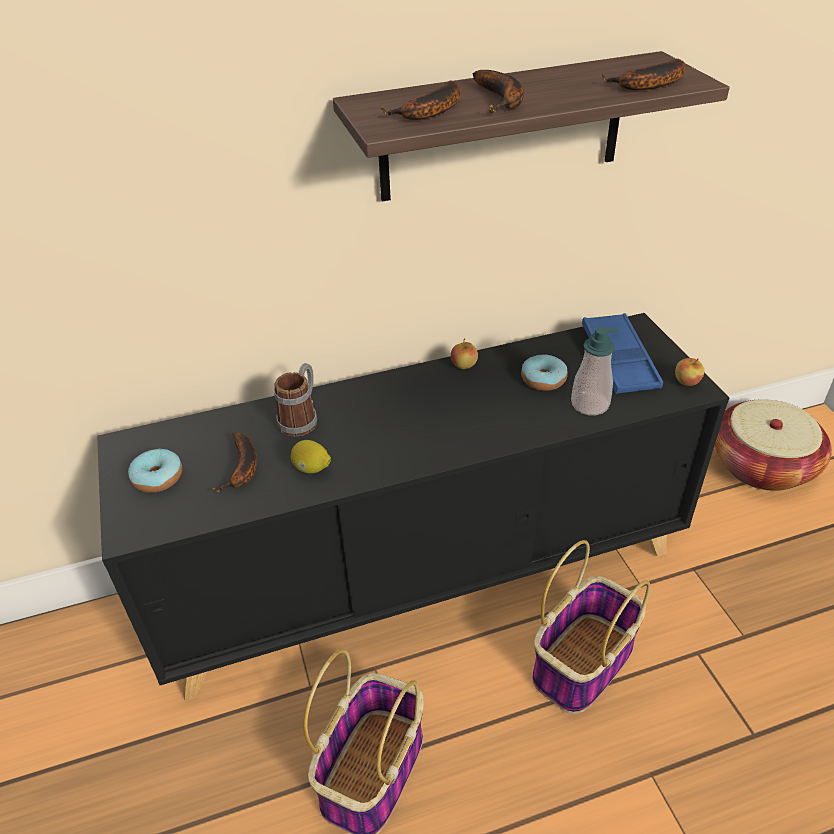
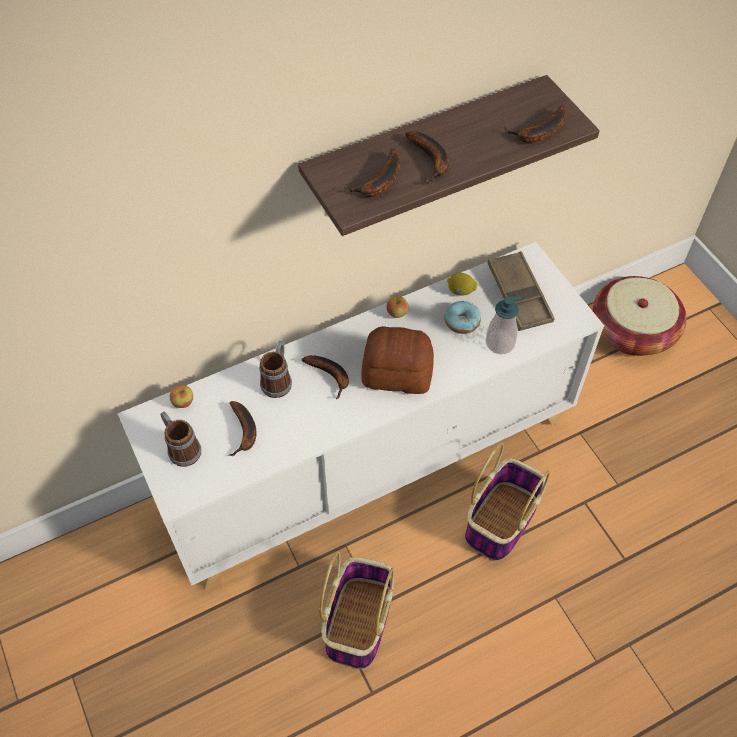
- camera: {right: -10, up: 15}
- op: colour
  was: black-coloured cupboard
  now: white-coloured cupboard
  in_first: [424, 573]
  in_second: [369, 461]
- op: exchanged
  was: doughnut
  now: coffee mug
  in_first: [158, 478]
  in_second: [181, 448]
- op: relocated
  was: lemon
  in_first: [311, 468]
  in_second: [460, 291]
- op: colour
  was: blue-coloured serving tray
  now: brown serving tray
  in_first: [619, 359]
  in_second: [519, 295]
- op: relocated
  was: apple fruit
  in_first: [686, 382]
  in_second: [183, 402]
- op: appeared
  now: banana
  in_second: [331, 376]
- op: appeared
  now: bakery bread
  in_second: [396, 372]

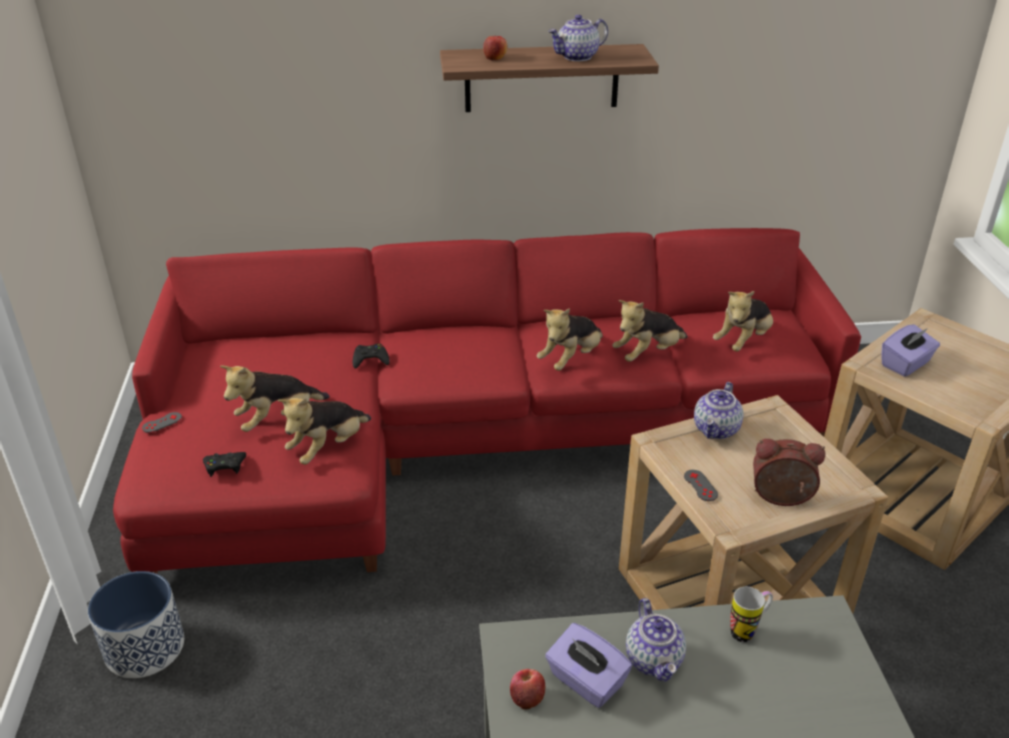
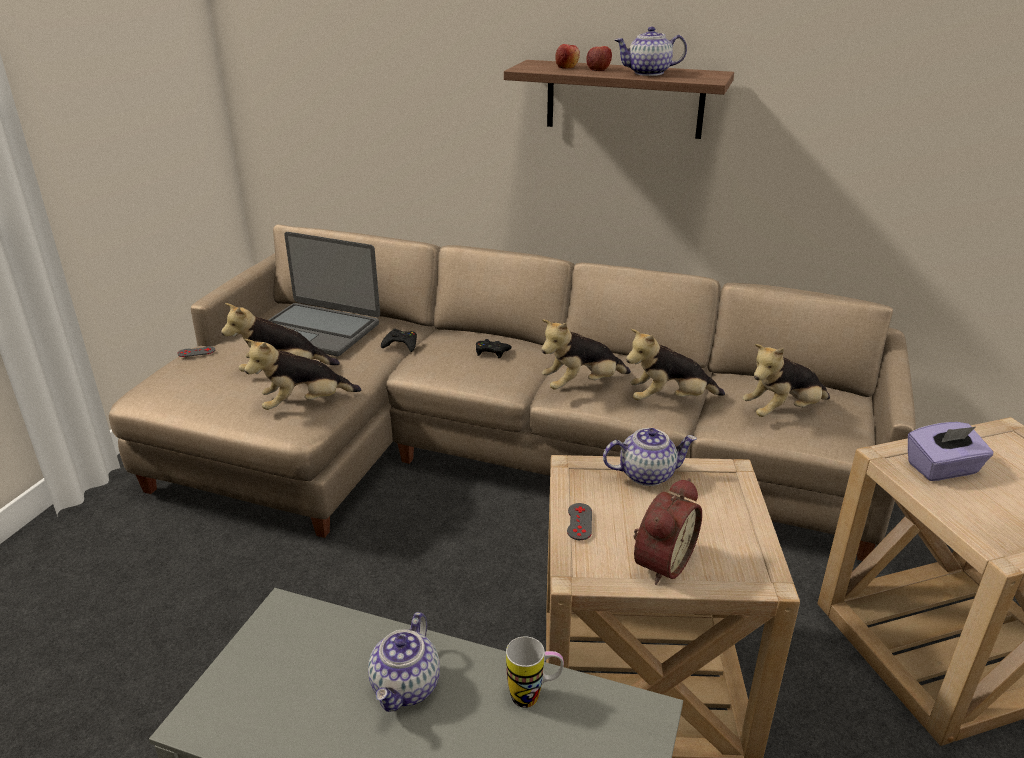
- camera: {right: 25, up: -5}
- op: missing
  was: planter
  in_first: [145, 648]
- op: colour
  was: red couch
  now: sand-coloured couch
  in_first: [462, 439]
  in_second: [487, 448]
- op: relocated
  was: black-coloured game controller
  in_first: [225, 466]
  in_second: [491, 352]
- op: relocated
  was: apple fruit
  in_first: [527, 697]
  in_second: [598, 69]
- op: missing
  was: purplish box of tissues
  in_first: [586, 681]
- op: spun
  was: pot for tea
  in_first: [716, 430]
  in_second: [647, 474]
  clockwise: -150
- op: spun
  was: bedside clock
  in_first: [781, 499]
  in_second: [660, 562]
  clockwise: 90
- op: appeared
  now: laptop
  in_second: [317, 330]

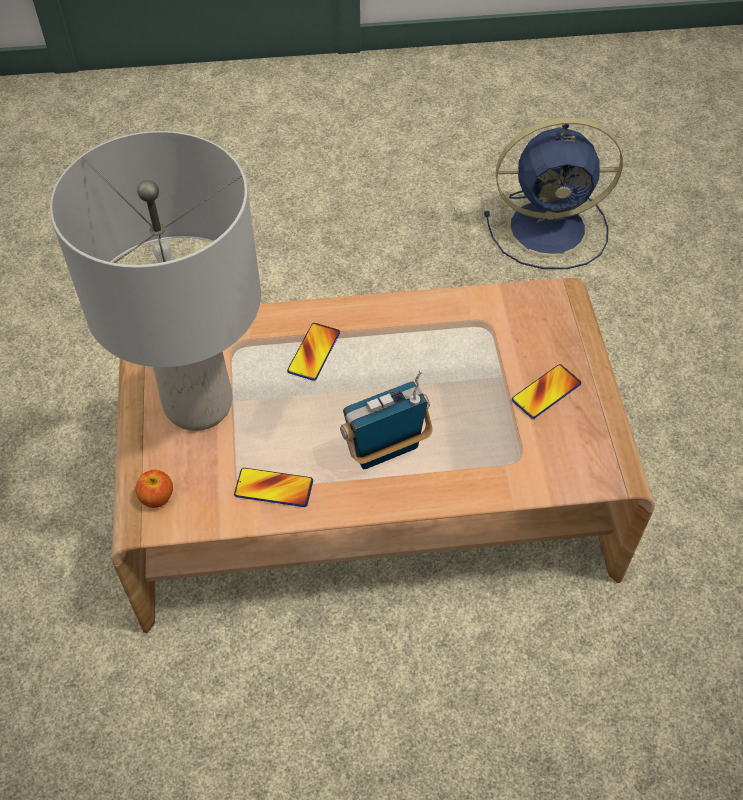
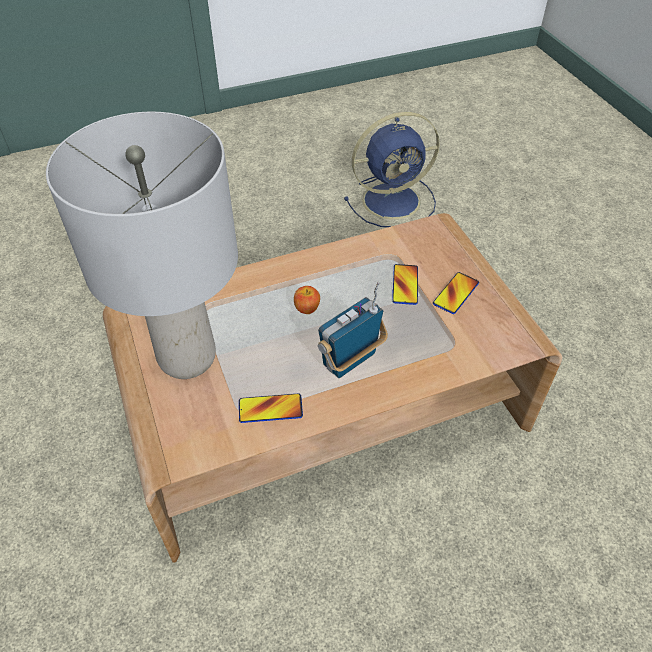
- camera: {right: -15, up: -5}
- op: relocated
  was: apple fruit
  in_first: [157, 497]
  in_second: [307, 308]
- op: relocated
  was: telephone
  in_first: [314, 352]
  in_second: [405, 285]

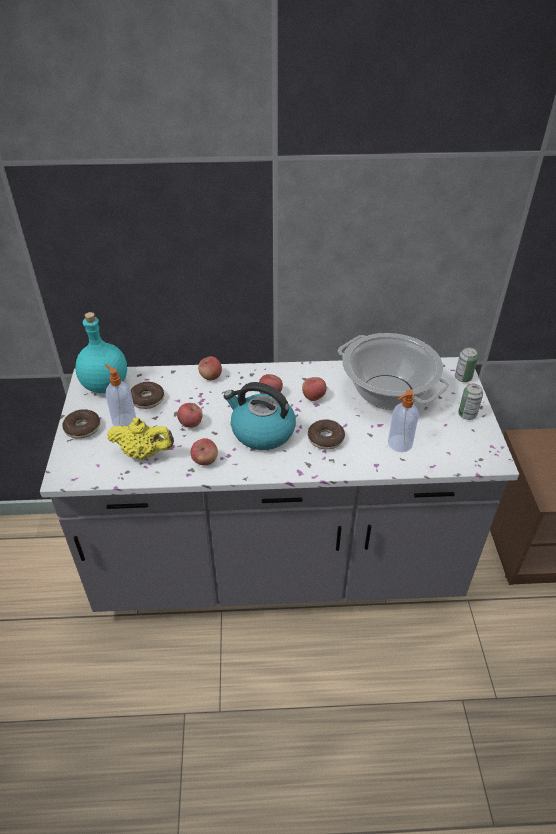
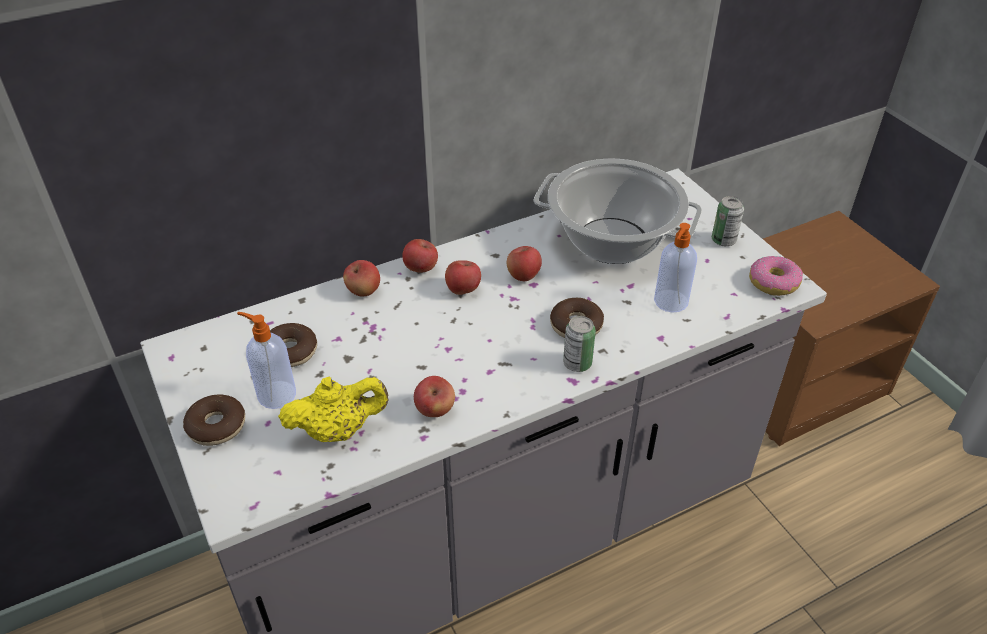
- camera: {right: -25, up: 0}
- op: missing
  was: turquoise-coloured drink bottle
  in_first: [106, 386]
- op: relocated
  was: apple fruit
  in_first: [191, 424]
  in_second: [420, 268]
- op: missing
  was: kettle
  in_first: [261, 431]
- op: relocated
  was: sealed can
  in_first: [463, 378]
  in_second: [577, 363]
- op: appeared
  now: doughnut
  in_second: [773, 282]

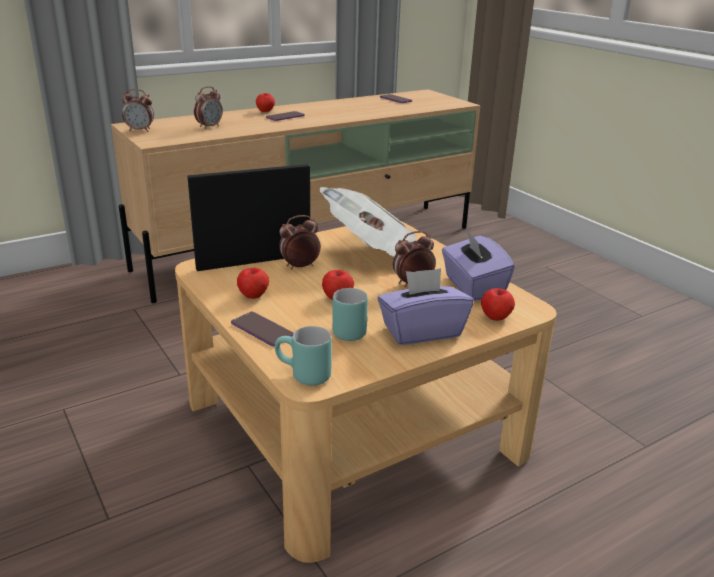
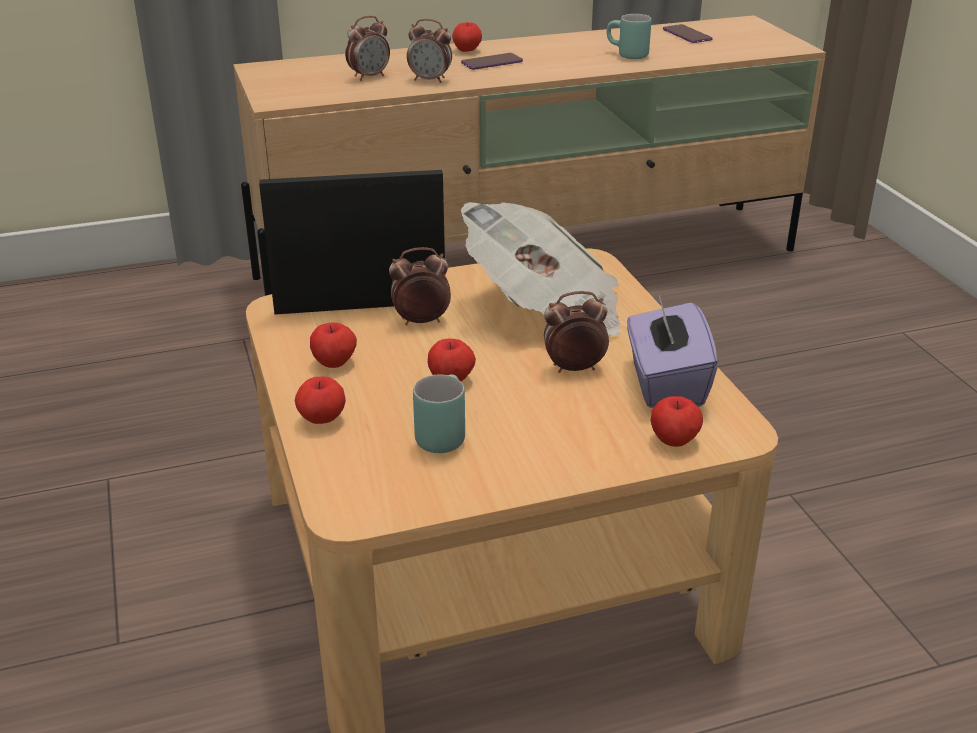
- camera: {right: 15, up: 5}
- op: relocated
  was: bedside clock
  in_first: [140, 130]
  in_second: [430, 80]
- op: exchanged
  was: telephone
  now: apple fruit
  in_first: [262, 330]
  in_second: [321, 419]
- op: relocated
  was: turquoise-coloured coffee mug
  in_first: [302, 376]
  in_second: [626, 55]
- op: missing
  was: purplish box of tissues
  in_first: [421, 331]

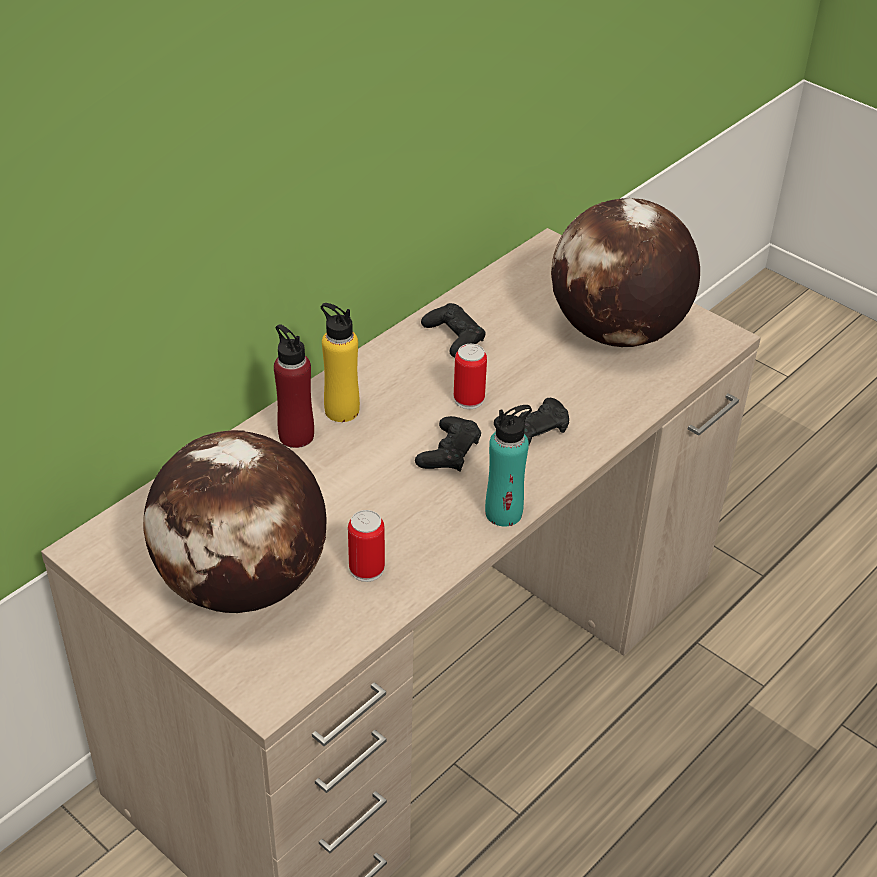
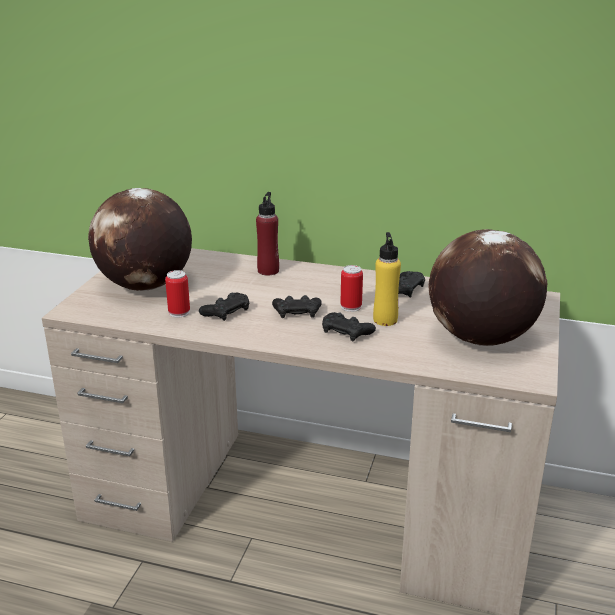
- camera: {right: 65, up: -15}
- op: relocated
  was: yellow drink bottle
  in_first: [341, 410]
  in_second: [385, 320]
- op: missing
  was: turquoise-coloured drink bottle
  in_first: [504, 513]
- op: appeared
  now: black-coloured game controller
  in_second: [226, 312]

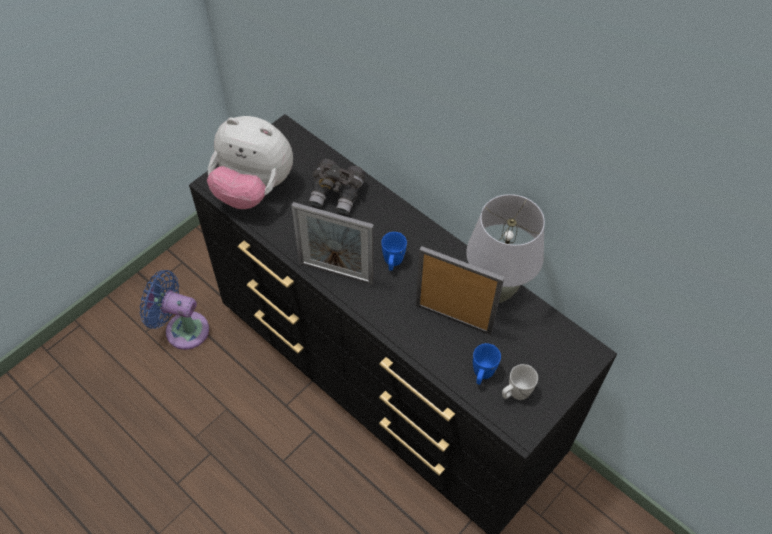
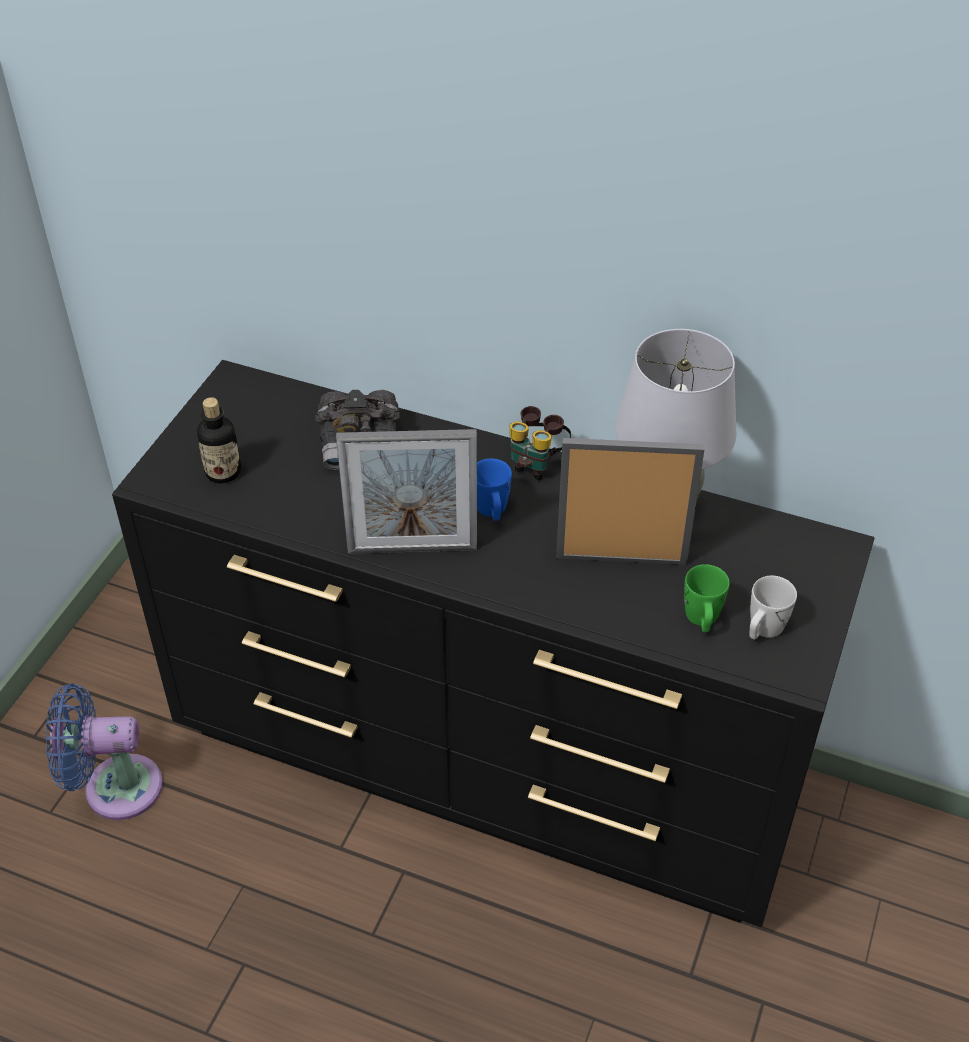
- camera: {right: -20, up: -10}
- op: exchanged
  was: cuddly toy
  now: drink bottle
  in_first: [253, 189]
  in_second: [223, 472]
- op: colour
  was: blue-coloured coffee mug
  now: green coffee mug
  in_first: [482, 374]
  in_second: [702, 620]
- op: appeared
  now: field glasses
  in_second: [536, 464]

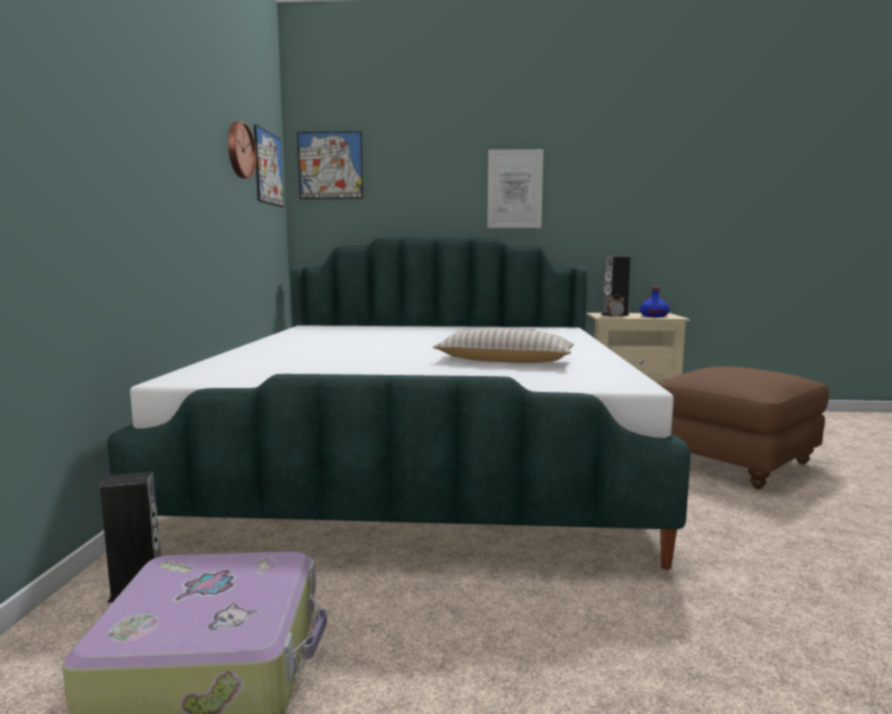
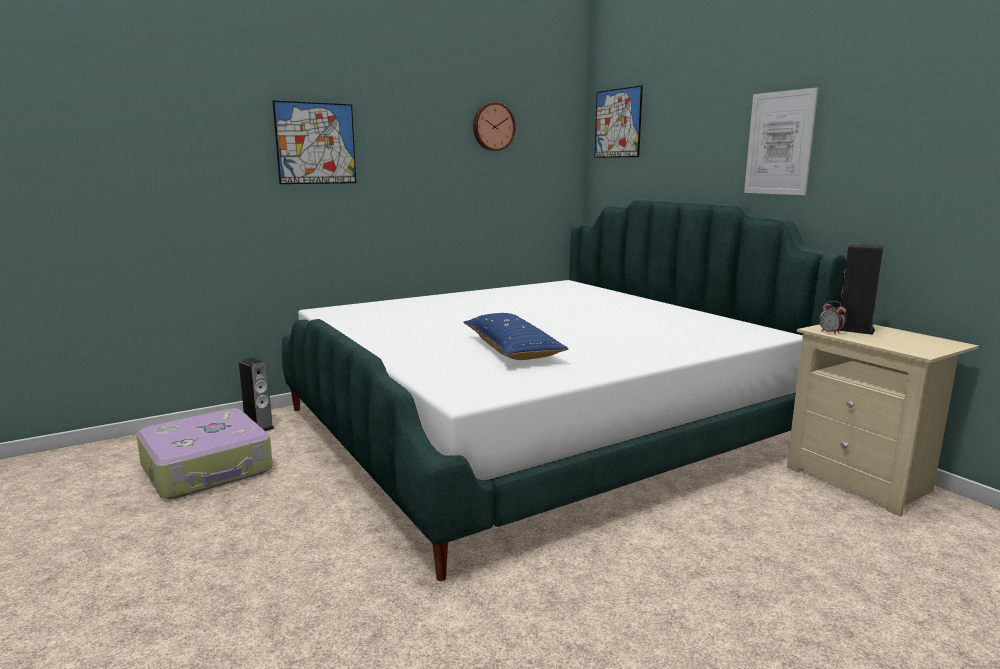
- camera: {right: 55, up: 5}
- op: relocated
  was: wall art
  in_first: [268, 168]
  in_second: [316, 143]
- op: colour
  was: sand-coloured throw pillow
  now: blue-coloured throw pillow
  in_first: [504, 361]
  in_second: [512, 350]
- op: missing
  was: blue-coloured drink bottle
  in_first: [654, 316]
- op: missing
  was: brown ottoman
  in_first: [732, 462]

